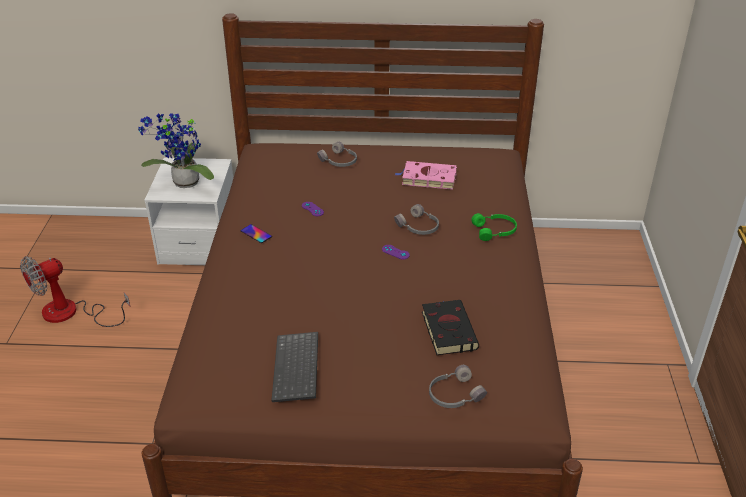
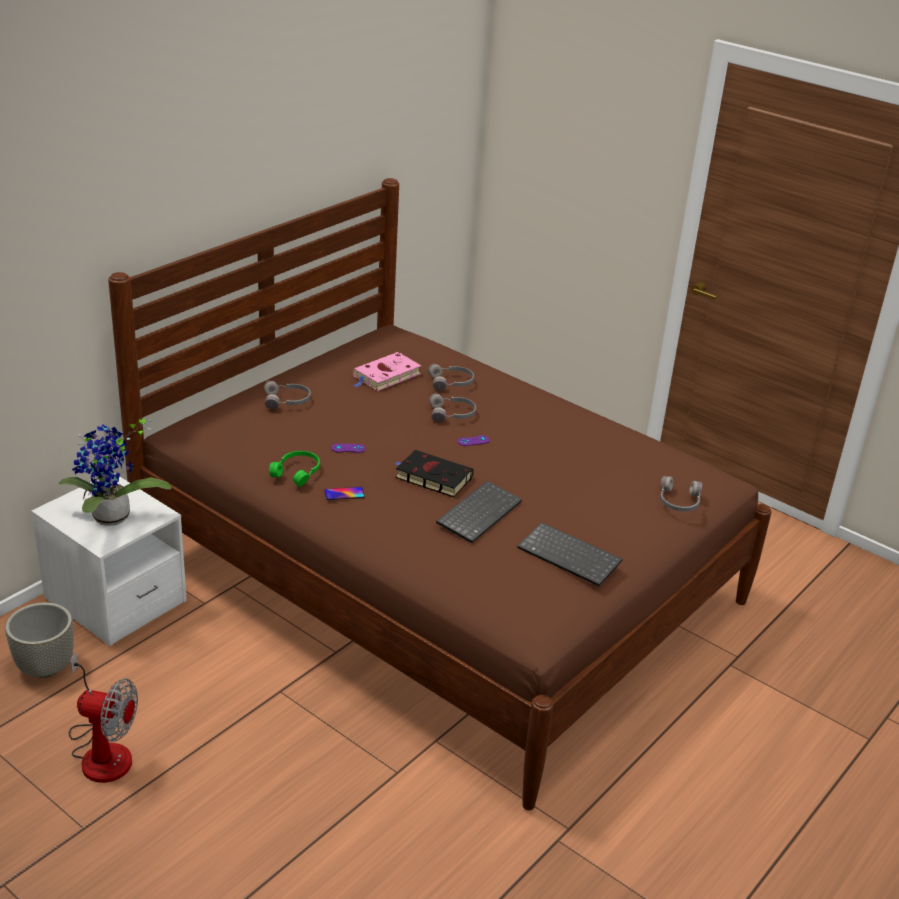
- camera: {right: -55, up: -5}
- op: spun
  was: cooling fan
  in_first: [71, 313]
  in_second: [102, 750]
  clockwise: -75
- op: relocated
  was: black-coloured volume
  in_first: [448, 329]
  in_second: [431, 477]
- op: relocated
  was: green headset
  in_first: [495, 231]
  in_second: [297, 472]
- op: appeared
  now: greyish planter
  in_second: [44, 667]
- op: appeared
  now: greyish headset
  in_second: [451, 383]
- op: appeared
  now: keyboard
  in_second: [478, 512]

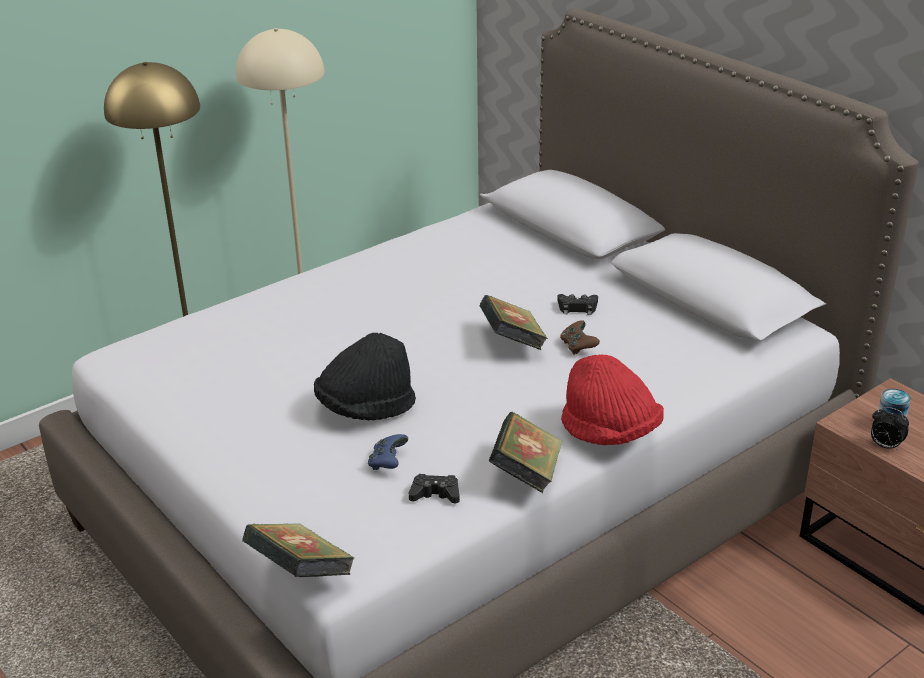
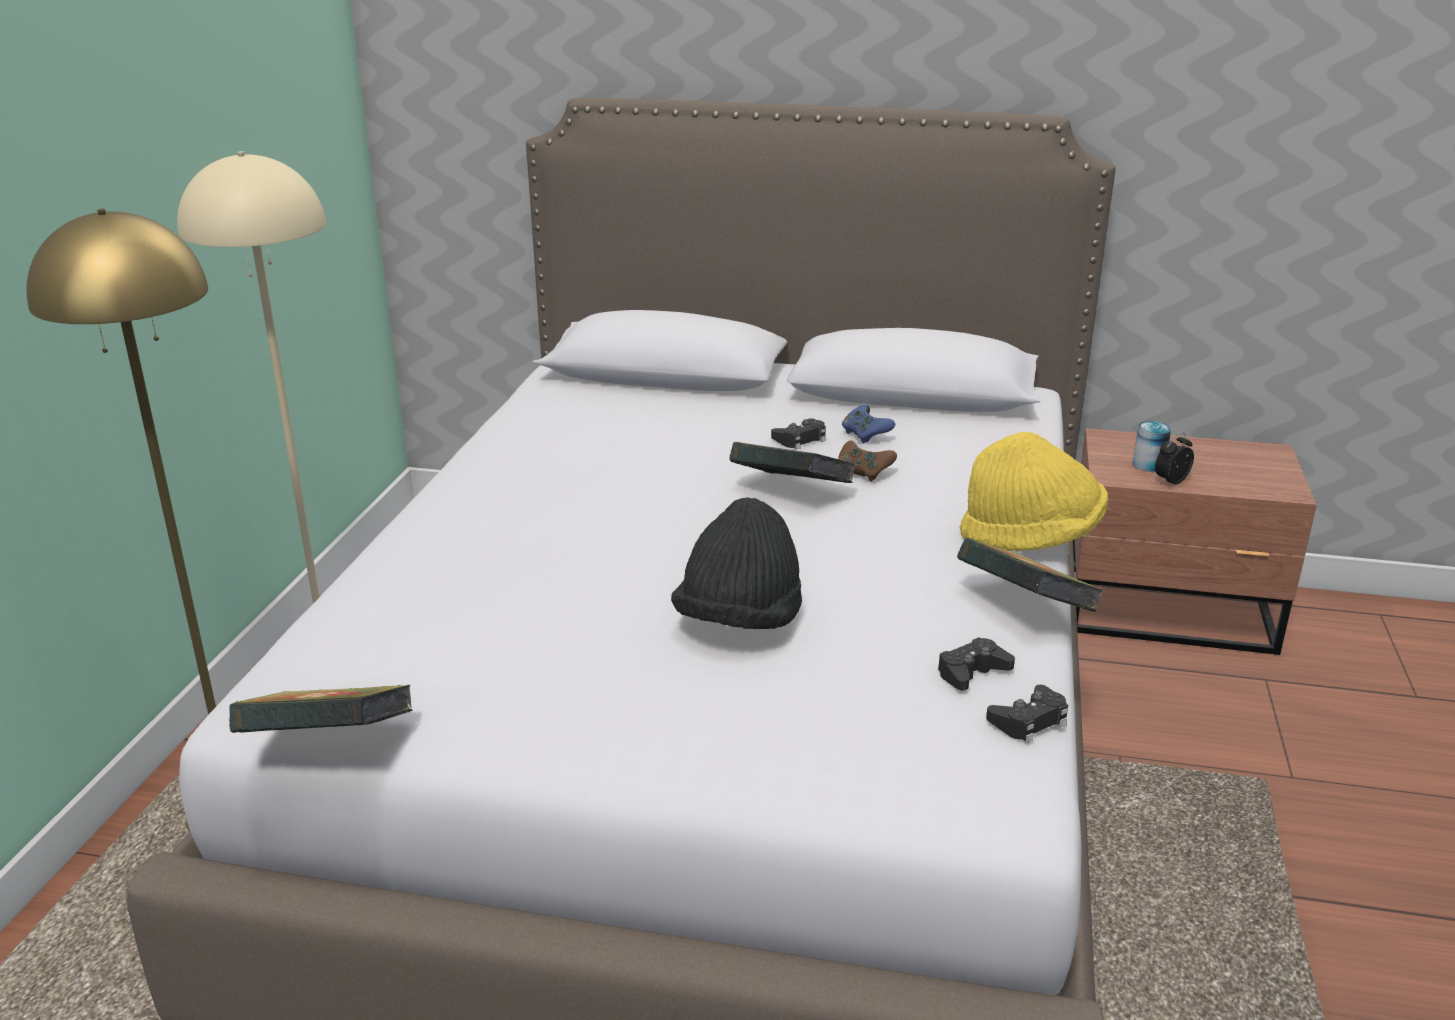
- camera: {right: -40, up: -5}
- op: relocated
  was: volume
  in_first: [300, 574]
  in_second: [329, 747]
- op: relocated
  was: blue-coloured game controller
  in_first: [387, 462]
  in_second: [865, 436]
- op: colour
  was: red hat
  now: yellow hat
  in_first: [610, 433]
  in_second: [1030, 536]
- op: spun
  was: bedside clock
  in_first: [885, 446]
  in_second: [1170, 482]
  clockwise: 150
- op: appeared
  now: black-coloured game controller
  in_second: [1029, 721]

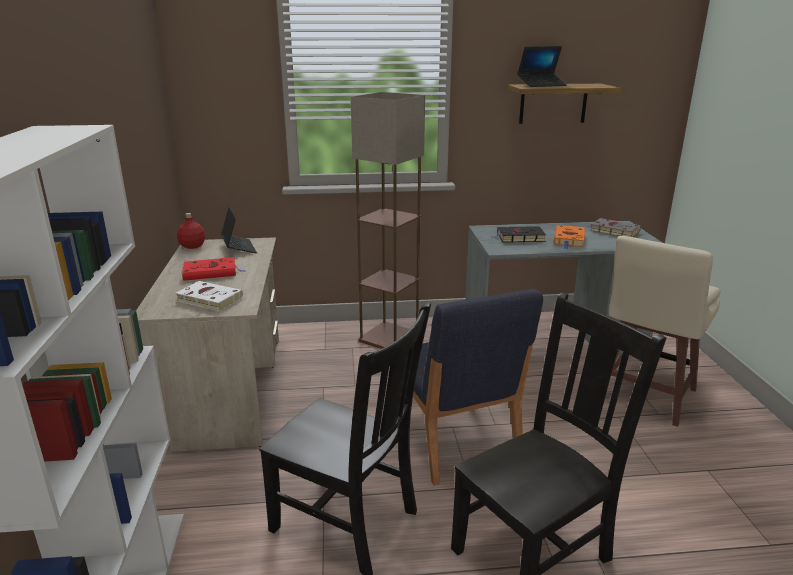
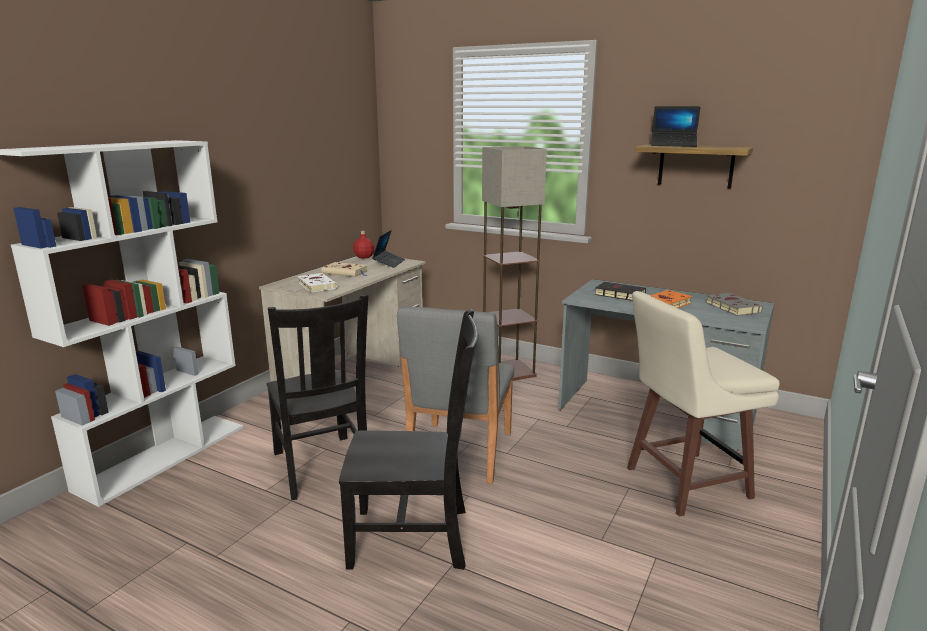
- camera: {right: 35, up: -5}
- op: colour
  was: red volume
  now: sand-coloured volume
  in_first: [212, 272]
  in_second: [346, 272]
- op: colour
  was: blue-coloured chair
  now: greyish chair
  in_first: [455, 441]
  in_second: [458, 451]

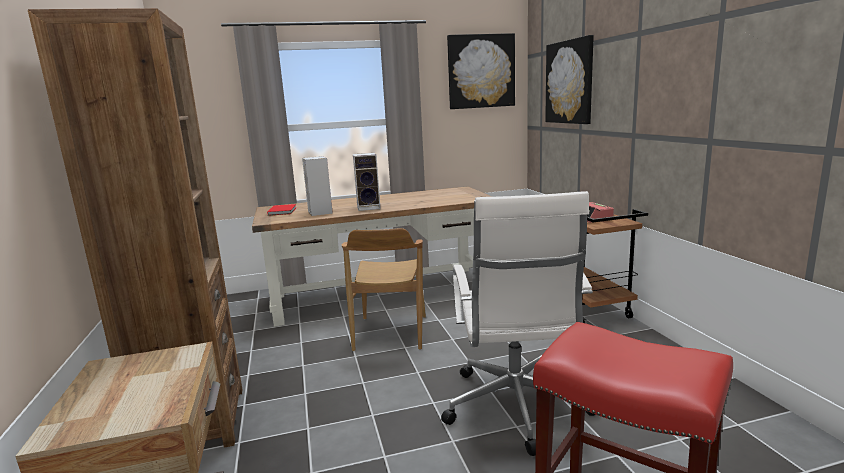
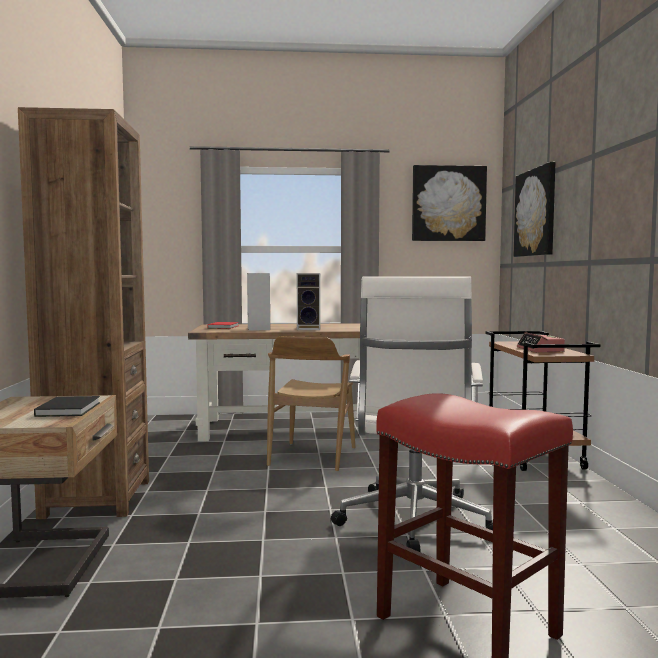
- camera: {right: 10, up: -10}
- op: appeared
  now: black-coloured volume
  in_second: [70, 409]

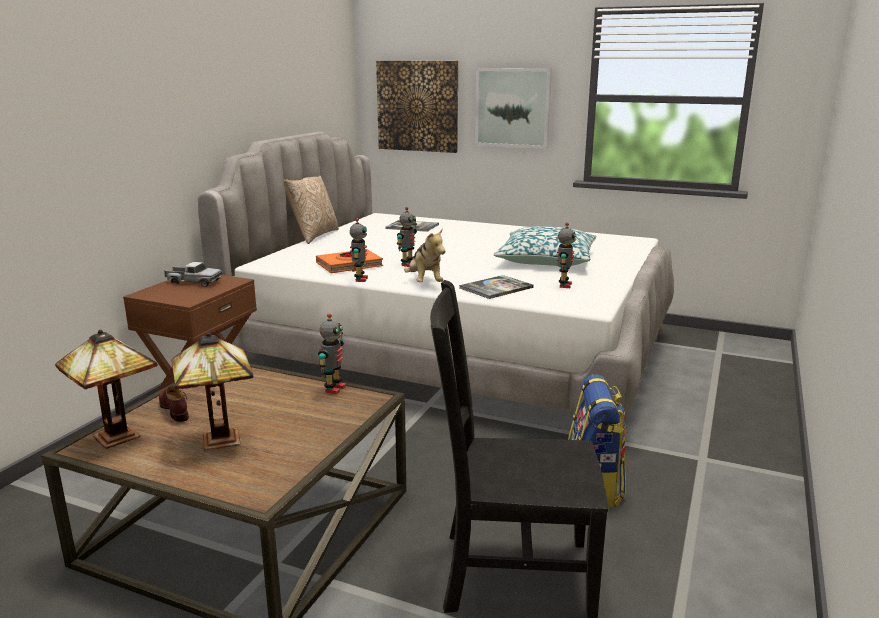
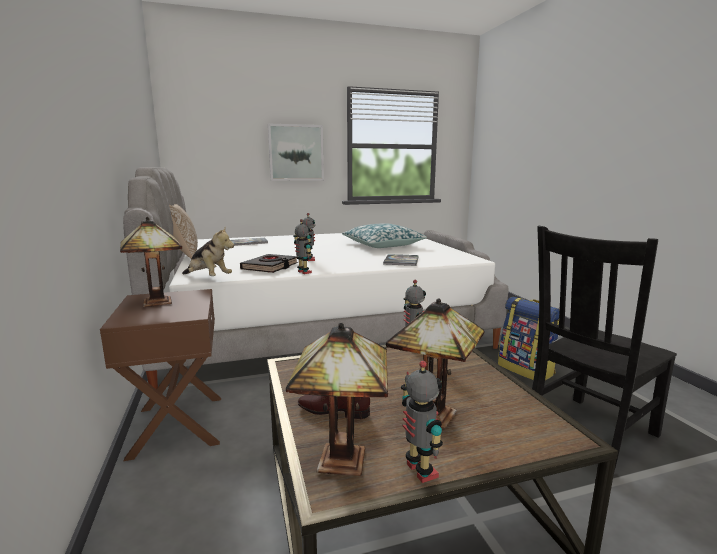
- camera: {right: -40, up: -5}
- op: exchanged
  was: toy truck
  now: lamp for a table
  in_first: [193, 282]
  in_second: [155, 302]
- op: colour
  was: orangey volume
  now: black-coloured volume
  in_first: [349, 266]
  in_second: [270, 267]
- op: missing
  was: wall art
  in_first: [418, 106]
- op: relocated
  was: cuddly toy
  in_first: [424, 282]
  in_second: [208, 278]
- op: relocated
  was: robot figure
  in_first: [564, 285]
  in_second: [419, 471]

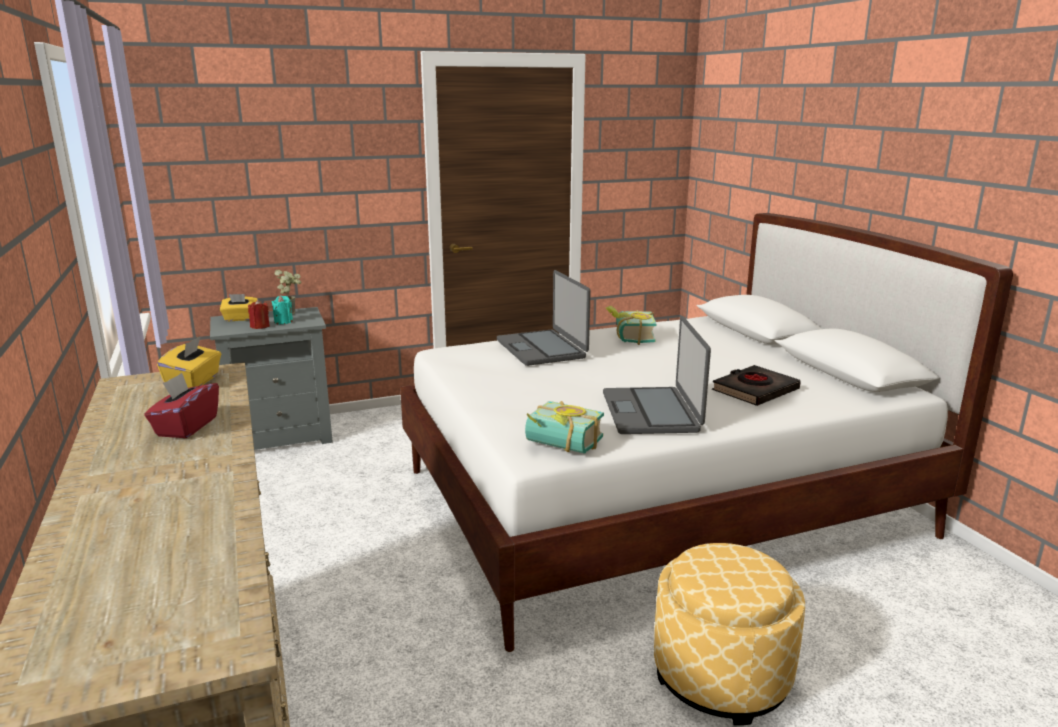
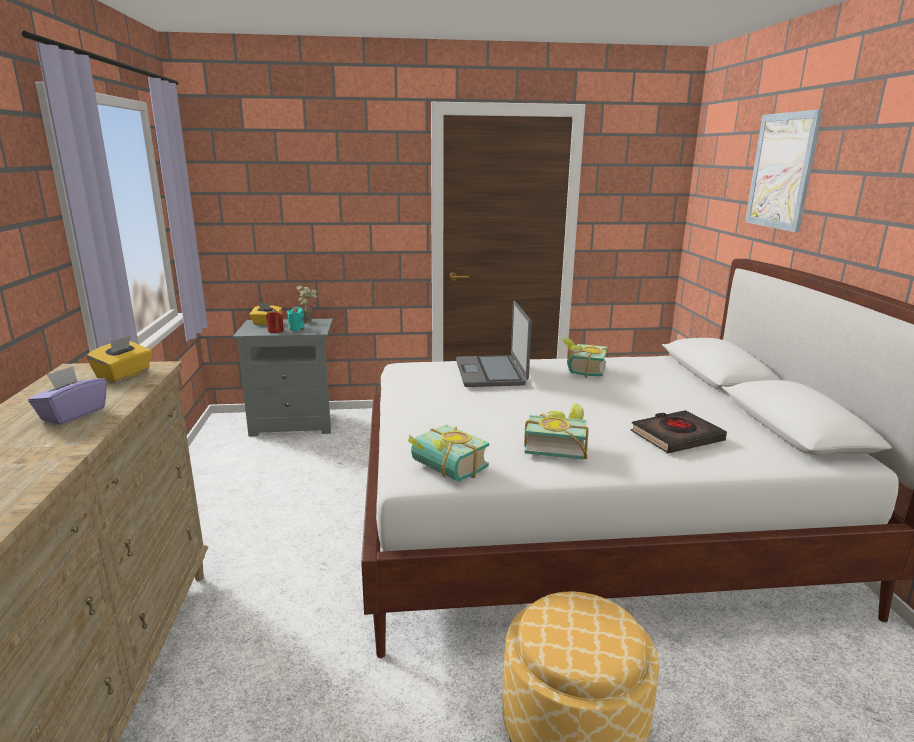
- camera: {right: 15, up: 0}
- op: colour
  was: red box of tissues
  now: purplish box of tissues
  in_first: [186, 427]
  in_second: [73, 414]
- op: exchanged
  was: laptop
  now: volume
  in_first: [652, 412]
  in_second: [555, 447]
- op: appeared
  now: wall art
  in_second: [782, 171]

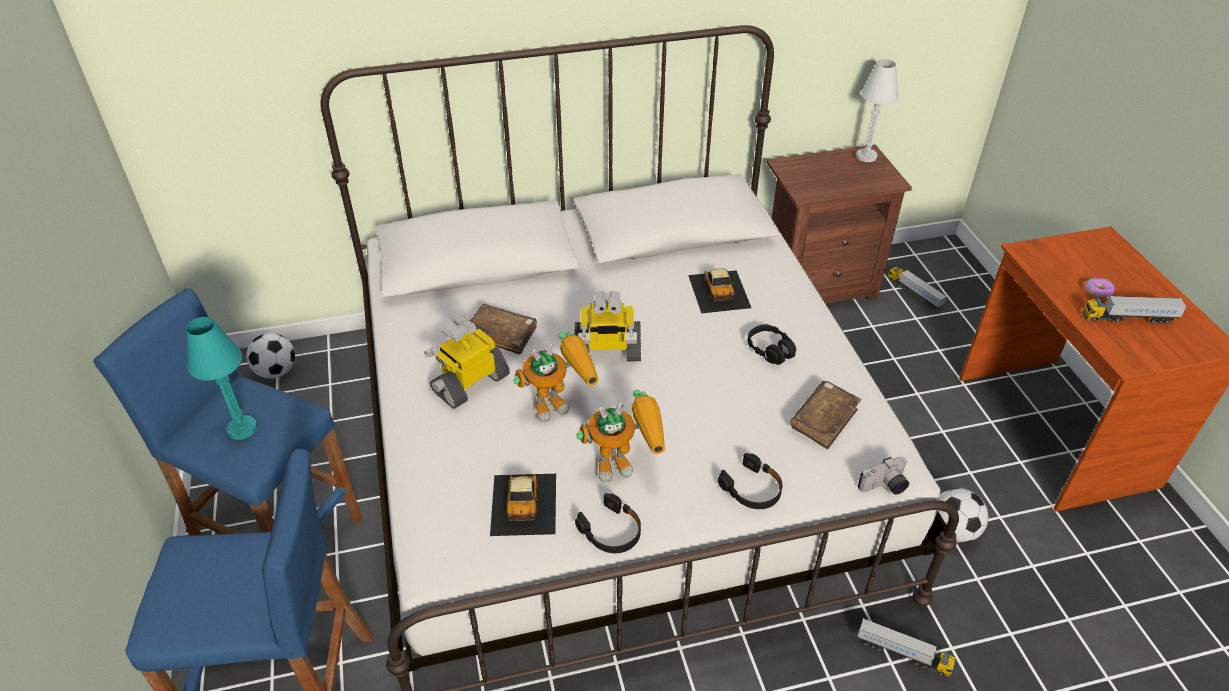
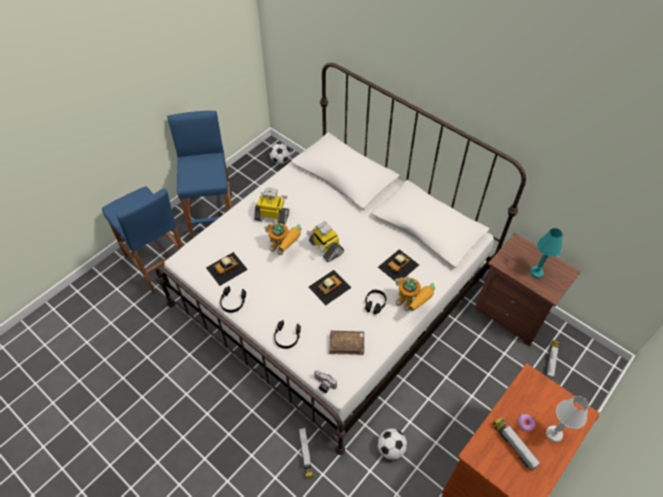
- camera: {right: 55, up: 10}
- op: relocated
  was: turquoise-coloured lamp for a table
  in_first: [242, 429]
  in_second: [536, 272]
- op: missing
  was: brown volume
  in_first: [502, 334]
- op: relocated
  was: robot figure
  in_first: [626, 462]
  in_second: [411, 305]
- op: relocated
  was: white-coloured lamp for a table
  in_first: [866, 156]
  in_second: [554, 434]
- op: appeared
  now: toy car
  in_second: [329, 287]

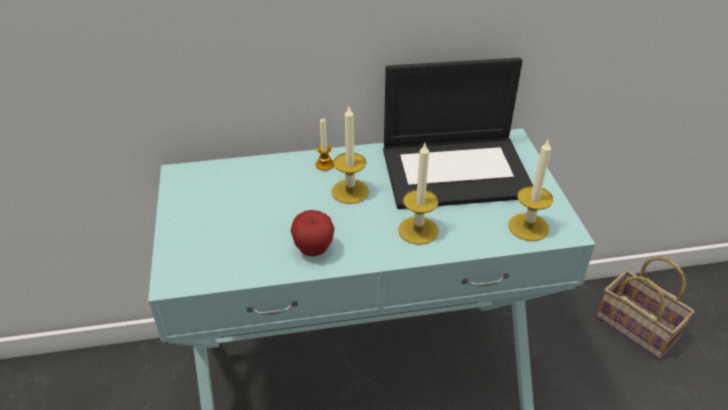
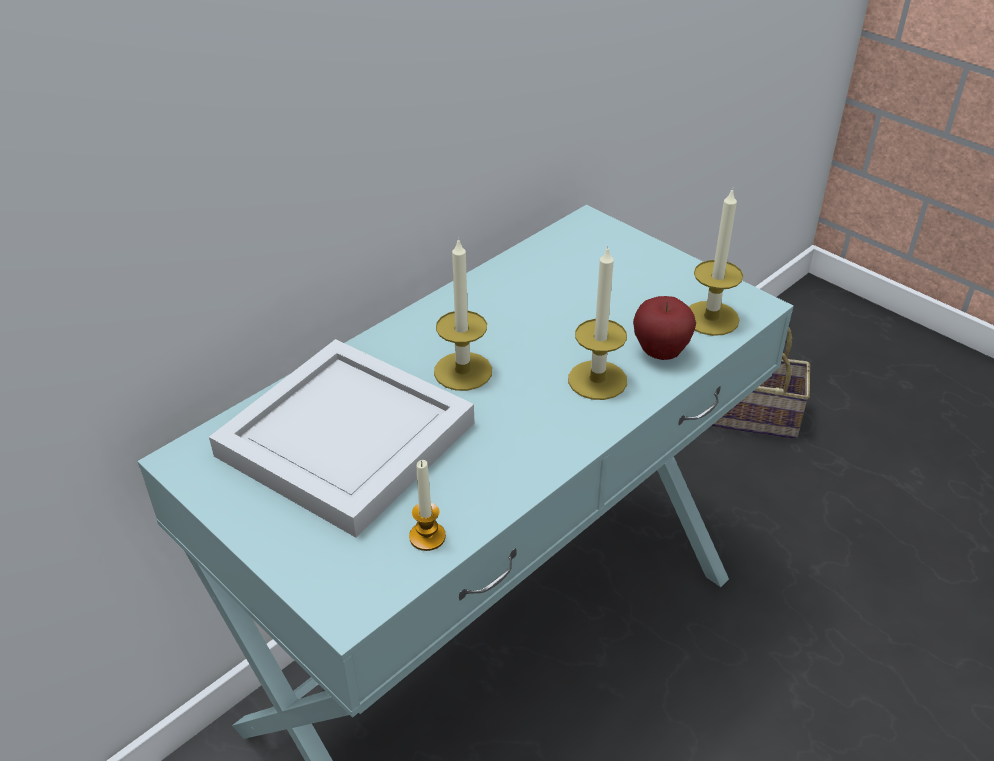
- camera: {right: -35, up: 0}
- op: relocated
  was: apple fruit
  in_first: [313, 250]
  in_second: [660, 353]
- op: relocated
  was: wax candle
  in_first: [324, 165]
  in_second: [427, 537]
- op: missing
  was: laptop
  in_first: [457, 171]
- op: appeared
  now: white-coloured serving tray
  in_second: [341, 440]

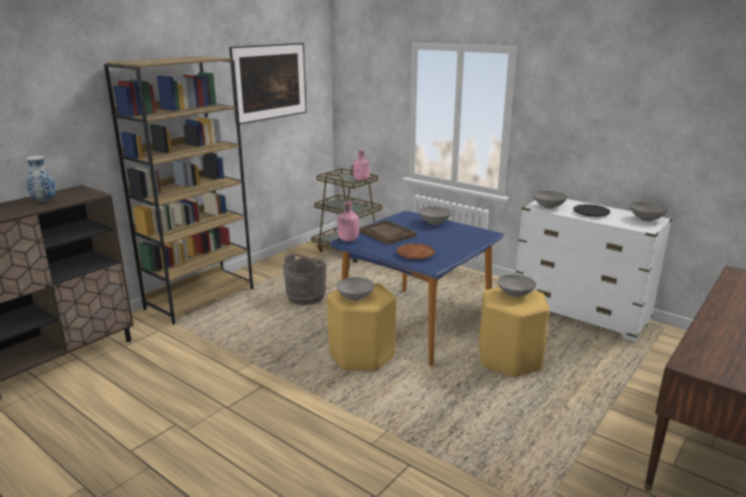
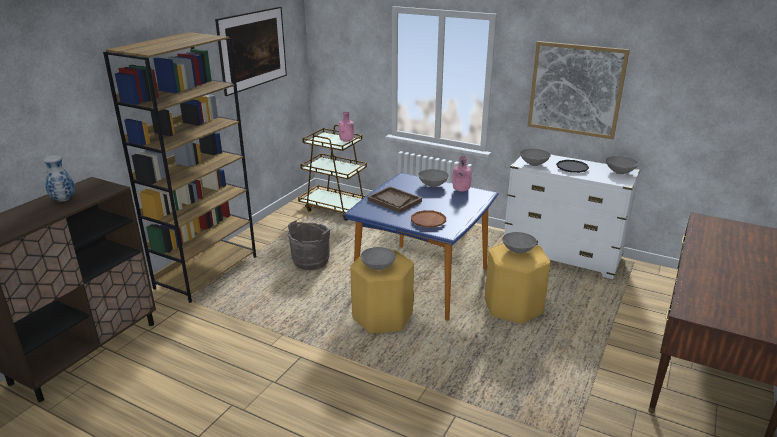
- camera: {right: -10, up: 5}
- op: relocated
  was: pink-coloured drink bottle
  in_first: [348, 240]
  in_second: [461, 190]
- op: appeared
  now: wall art
  in_second: [576, 89]

